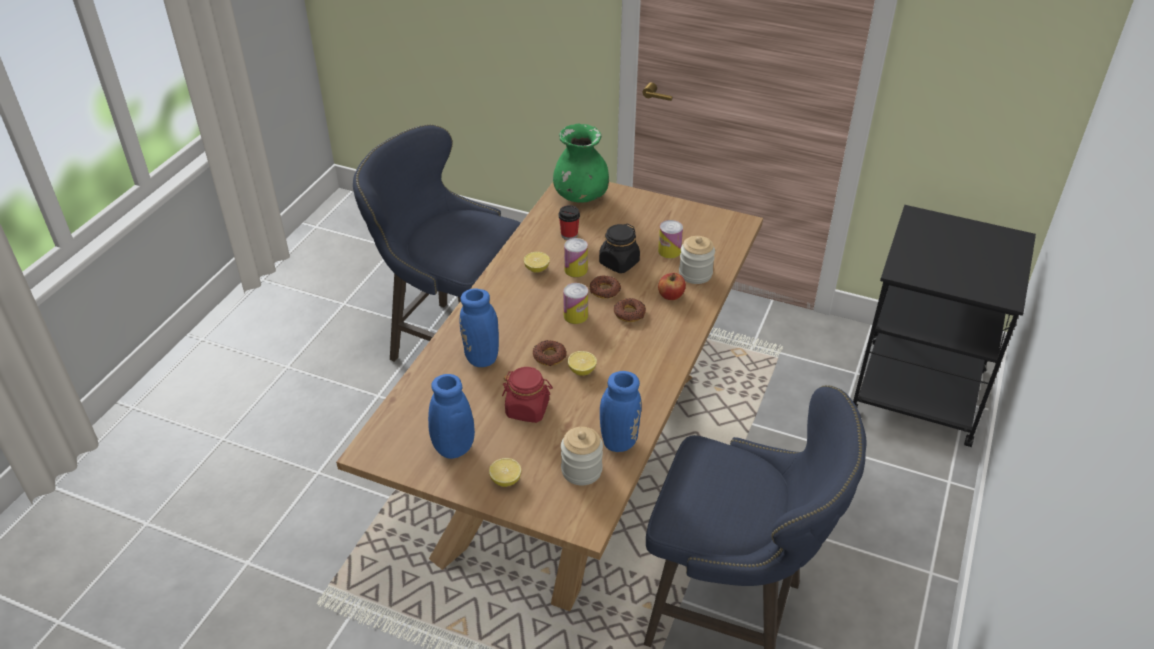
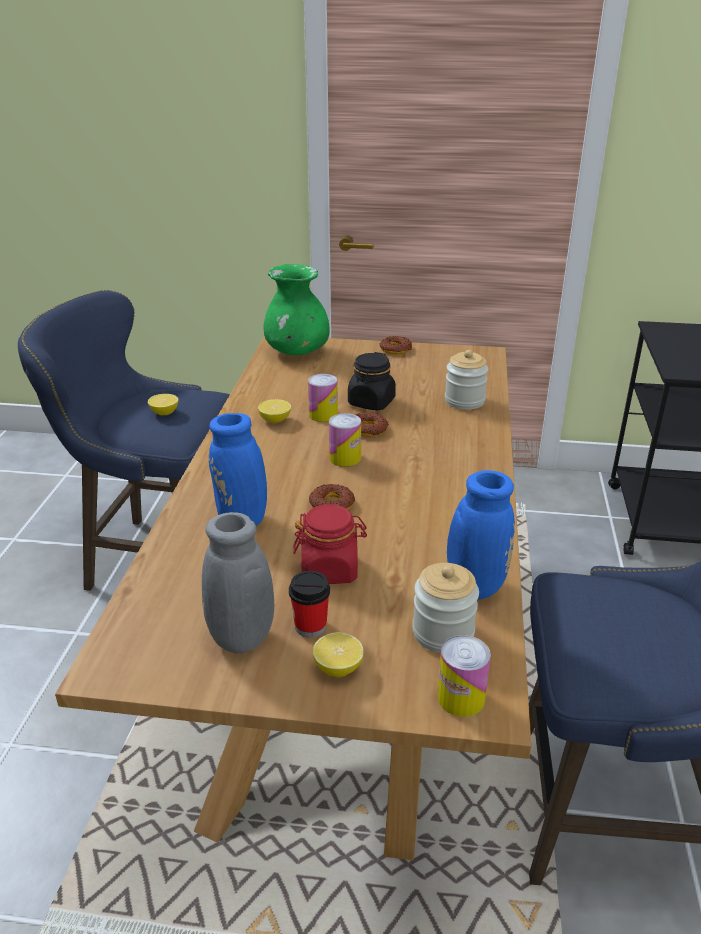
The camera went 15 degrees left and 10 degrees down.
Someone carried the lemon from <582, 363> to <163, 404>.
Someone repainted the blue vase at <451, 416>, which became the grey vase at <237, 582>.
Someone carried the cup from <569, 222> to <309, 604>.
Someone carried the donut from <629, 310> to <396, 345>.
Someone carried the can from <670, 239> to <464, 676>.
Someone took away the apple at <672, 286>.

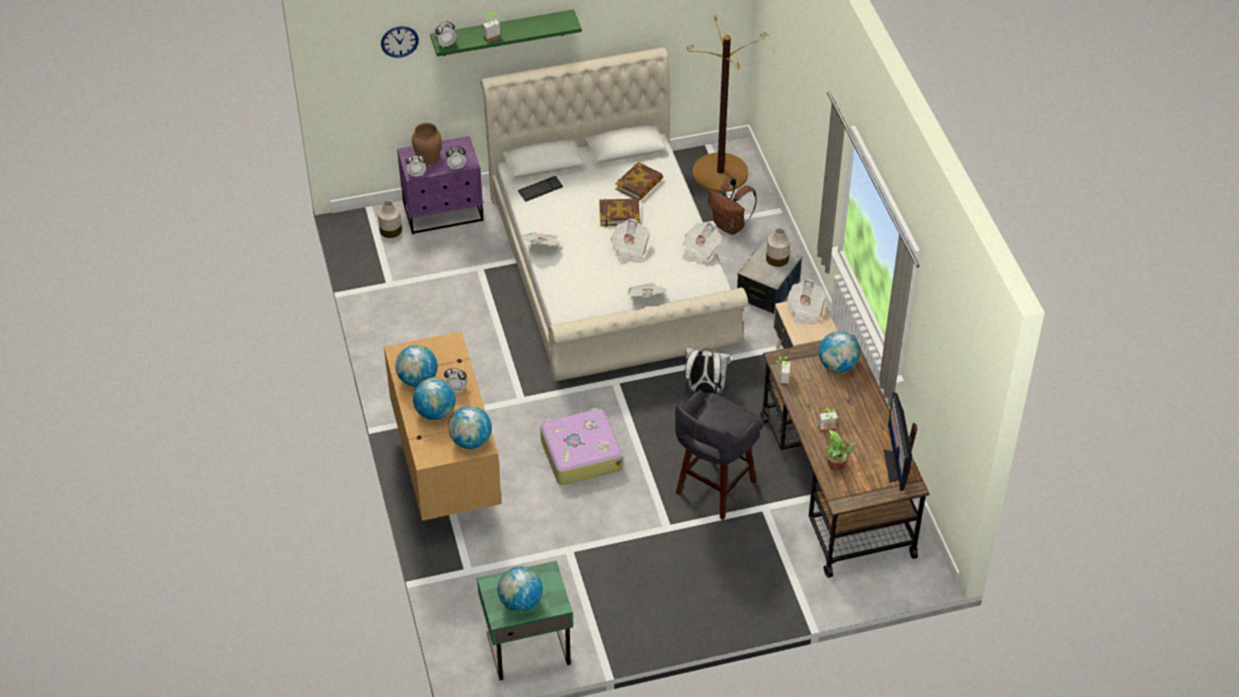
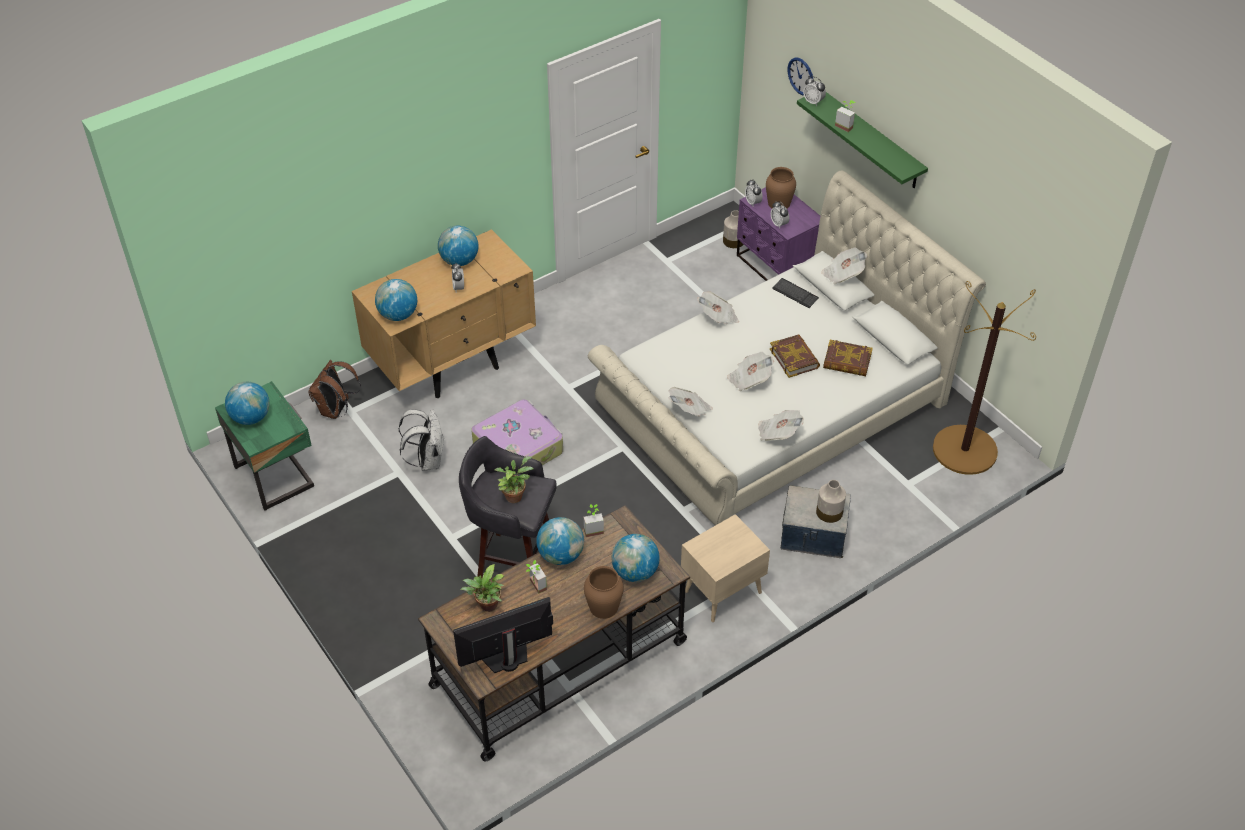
The camera went 70 degrees right and 0 degrees up.
Someone carried the brown backpack from <732, 205> to <334, 389>.
Someone carried the white backpack from <708, 371> to <421, 440>.
Someone put down the potted plant at <514, 479>.
Someone carried the globe from <434, 398> to <560, 541>.
Someone put down the brown vase at <603, 592>.
Someone carried the newspaper from <806, 302> to <845, 266>.

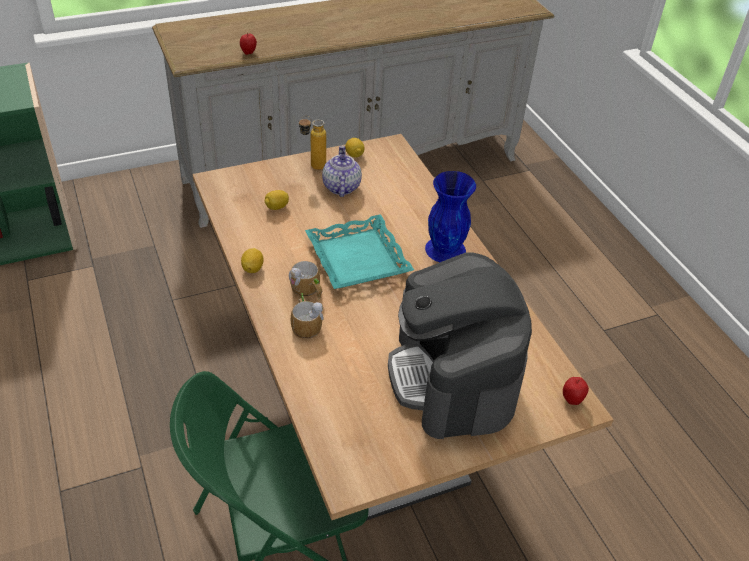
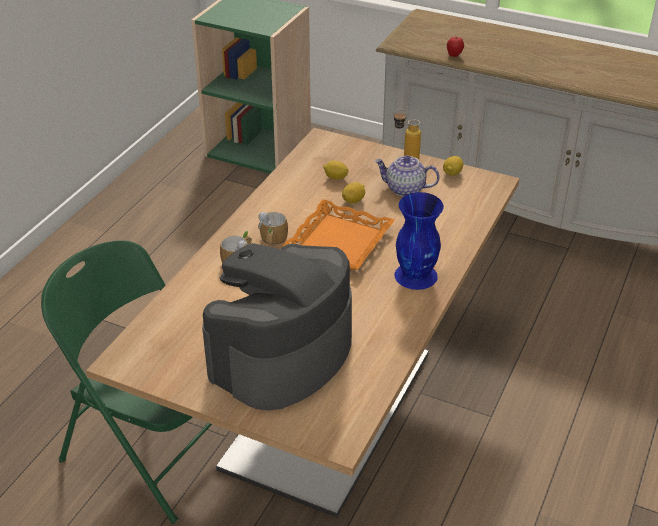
The camera went 50 degrees right and 5 degrees down.
Someone repainted the turquoise tray at <359, 251>, which became the orange tray at <339, 234>.
Someone carried the lemon from <252, 260> to <353, 193>.
Someone rotated the teapot at <342, 171> by 120 degrees counterclockwise.
Someone took away the apple at <576, 391>.

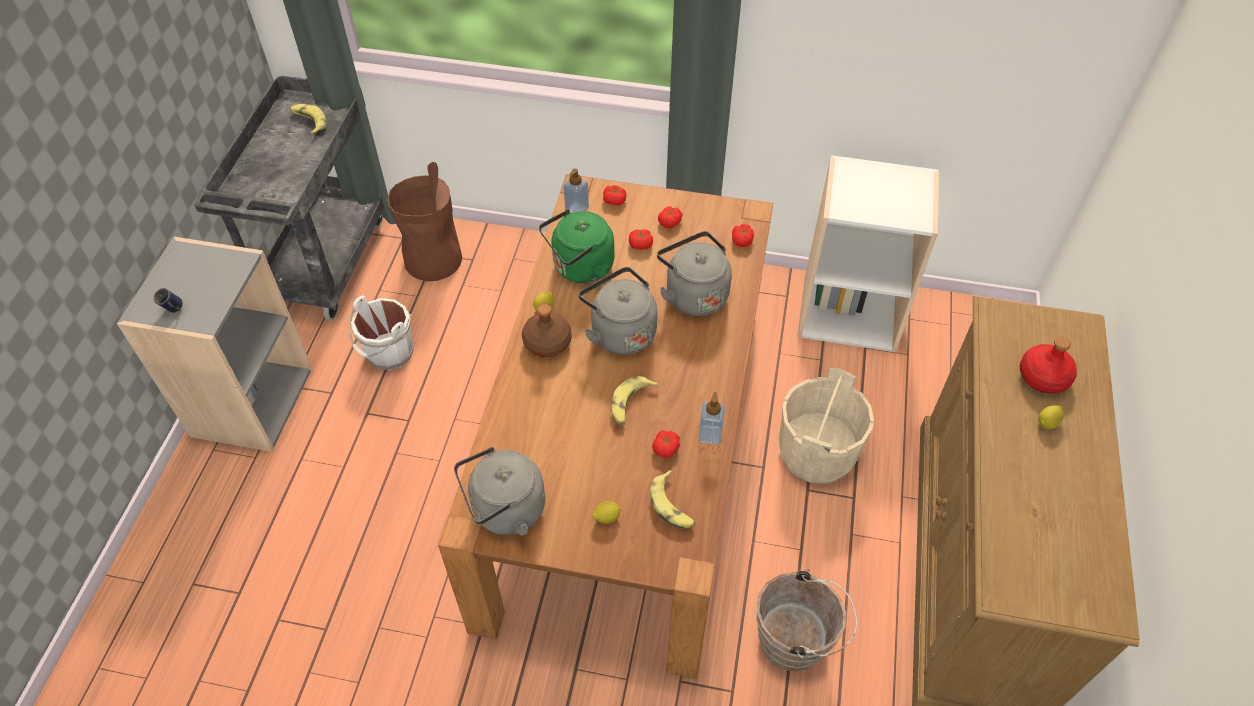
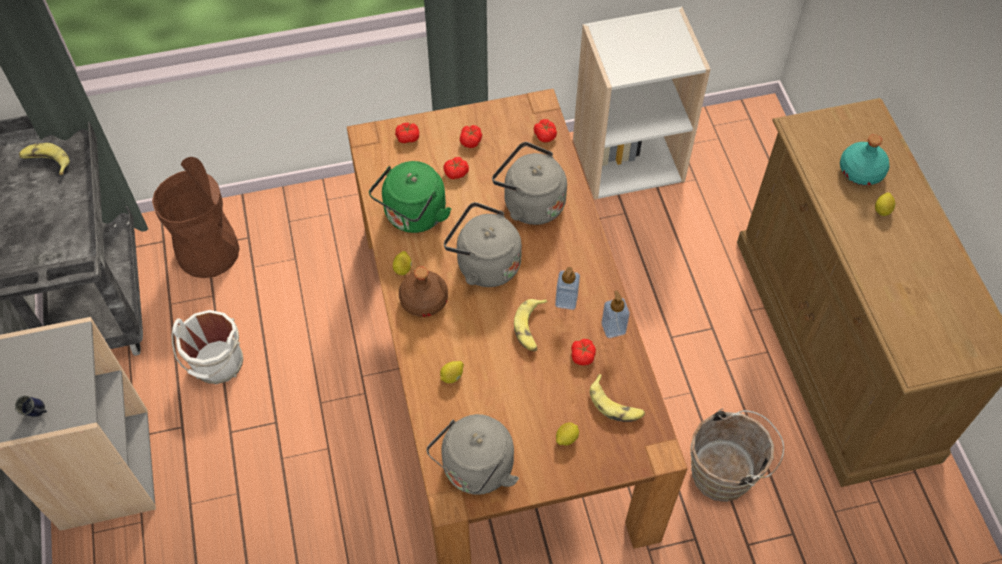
The camera went 25 degrees left and 5 degrees up.
Someone put down the lemon at <452, 372>.
Someone carried the soap dispenser from <576, 191> to <567, 288>.
Someone repainted the red bottle at <1048, 365>, which became the turquoise bottle at <865, 160>.
Someone took away the beige bucket at <826, 426>.

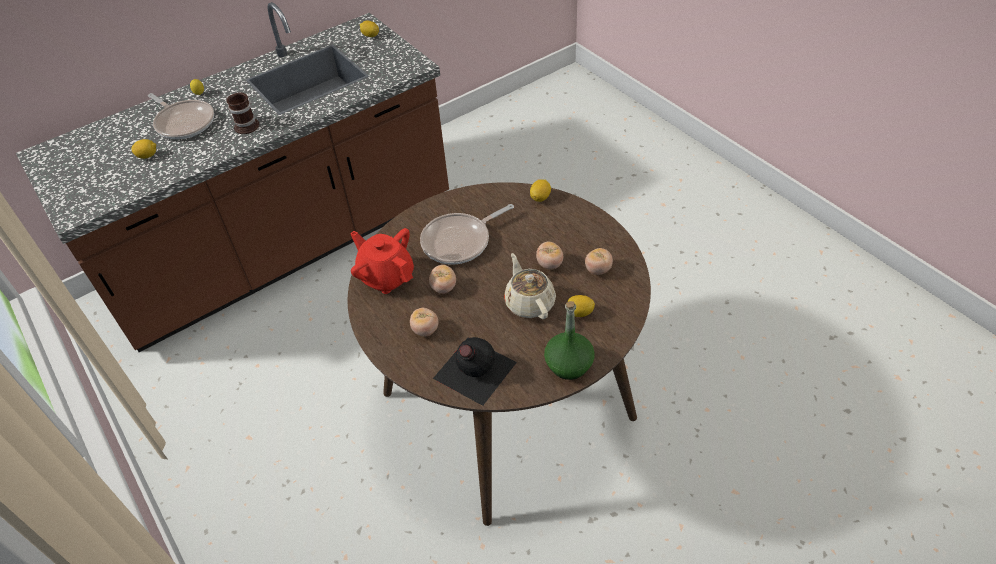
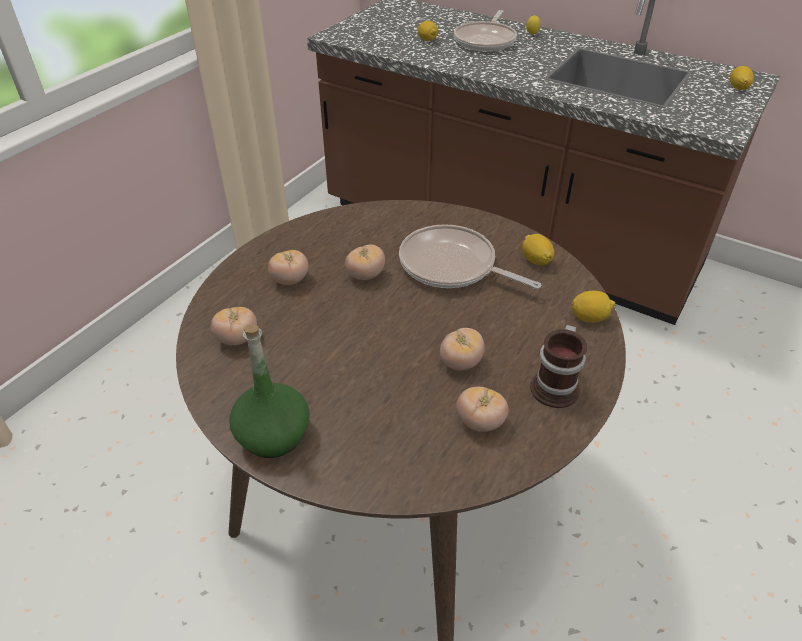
The camera went 65 degrees right and 5 degrees down.
Someone swapped the black bottle at <475, 371> for the tomato at <234, 326>.
Someone carried the lemon from <580, 306> to <538, 249>.
Someone carried the mug from <242, 113> to <558, 366>.
Someone took away the red teapot at <382, 261>.
Someone took away the beige teapot at <530, 286>.

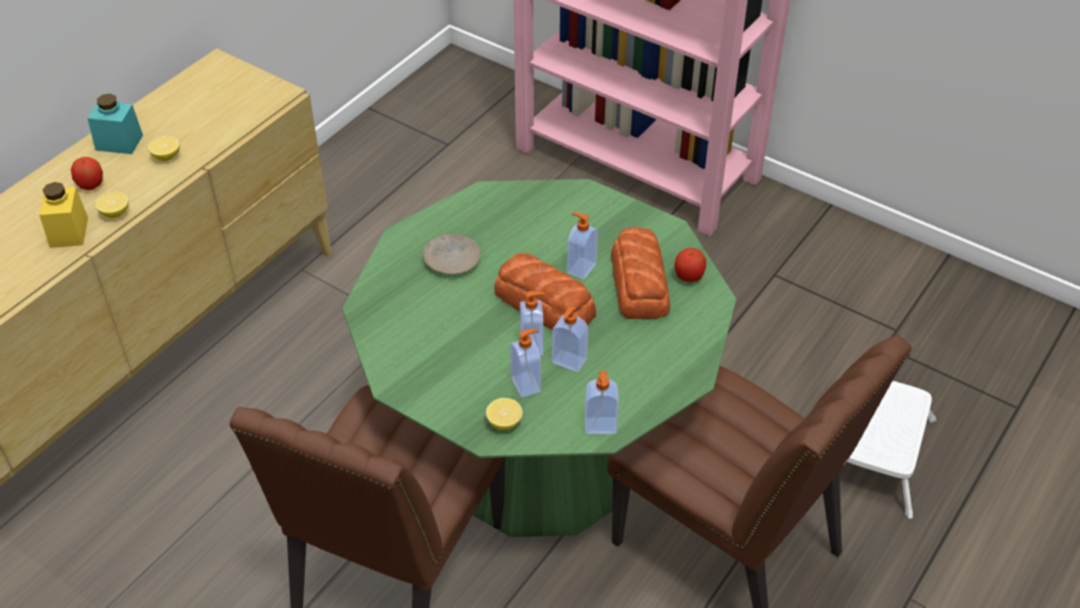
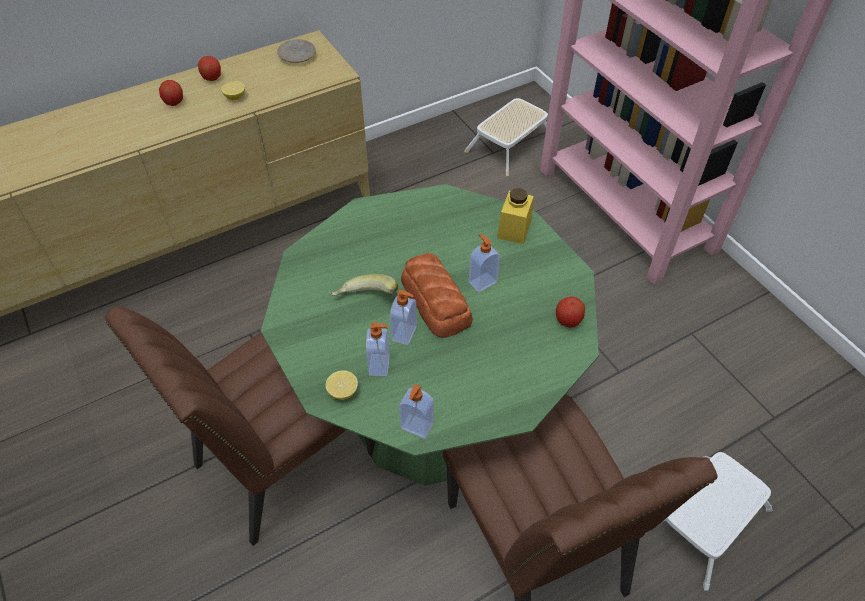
The camera went 25 degrees right and 5 degrees up.
Someone swapped the turquoise jar at <115, 124> for the apple at <209, 68>.
Someone carried the beige plate from <452, 254> to <296, 51>.
Someone put down the banana at <365, 285>.
Someone put down the beige step ladder at <506, 137>.
Someone carried the yellow jar from <63, 215> to <515, 216>.
Someone took away the lemon at <112, 204>.
Someone took away the soap dispenser at <570, 339>.
Someone took away the bread at <640, 273>.

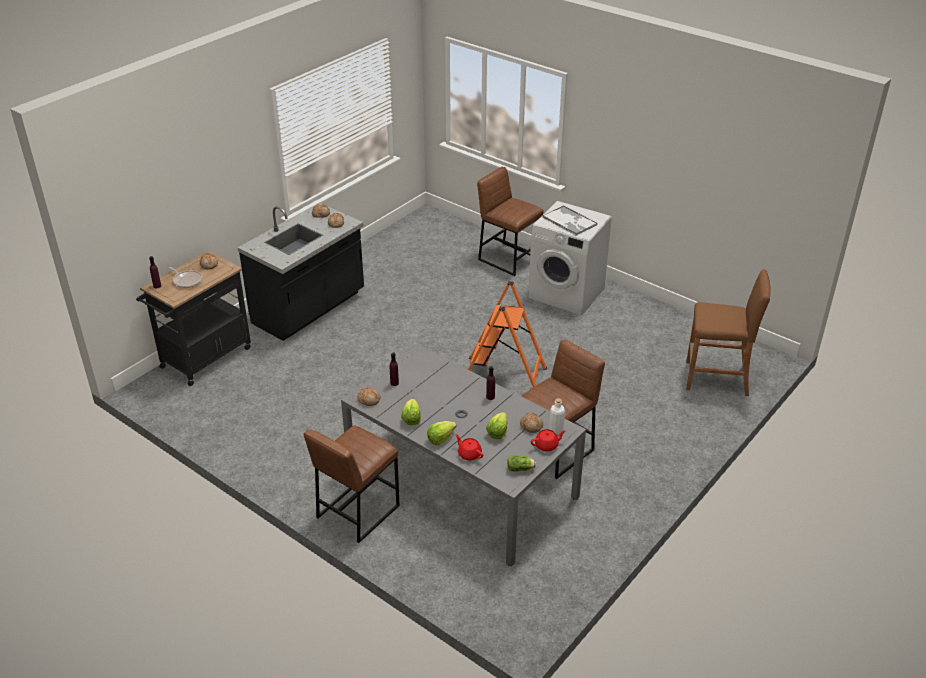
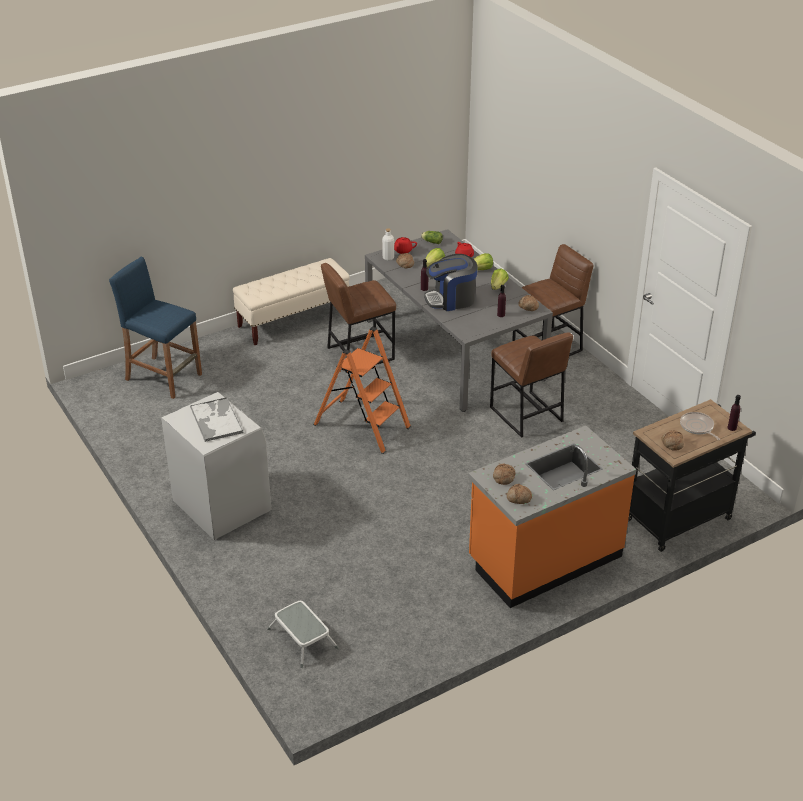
The camera went 160 degrees left and 0 degrees up.
Someone repainted the brown stool at <728, 332>, which became the blue stool at <155, 328>.
Someone put down the beige bench at <291, 301>.
Someone put down the grey step ladder at <303, 634>.
Someone put down the coffee machine at <451, 282>.
Someone repainted the black counter at <301, 272>, which became the orange counter at <552, 516>.
Someone carried the brown chair from <510, 221> to <531, 385>.

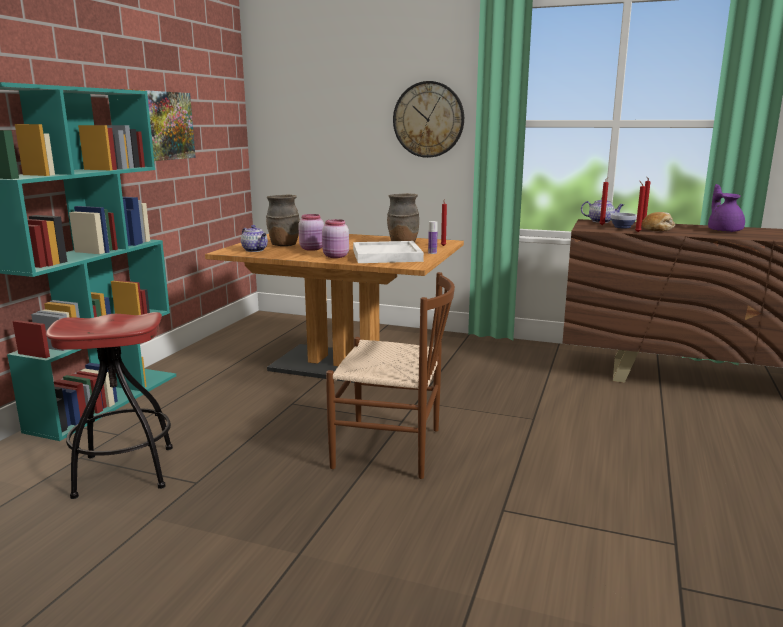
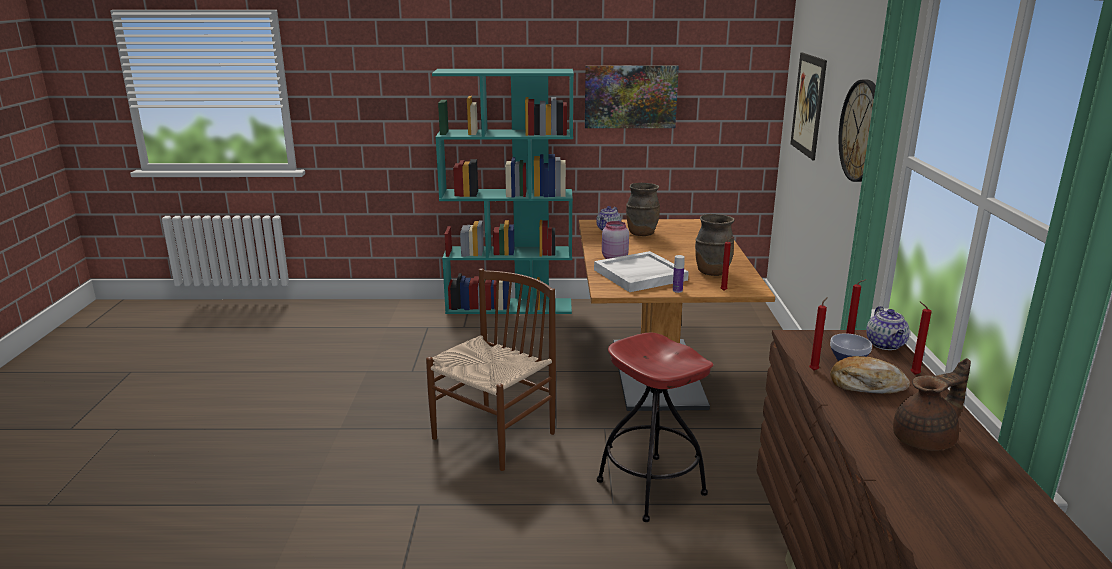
The camera went 70 degrees right and 5 degrees up.
Someone rotated the brown chair at <390, 375> by 135 degrees counterclockwise.
Someone carried the red stool from <109, 405> to <655, 427>.
Someone put up the picture at <808, 106>.
Someone repainted the purple teapot at <726, 208>, which became the brown teapot at <932, 404>.
Someone took away the pink jar at <311, 232>.

